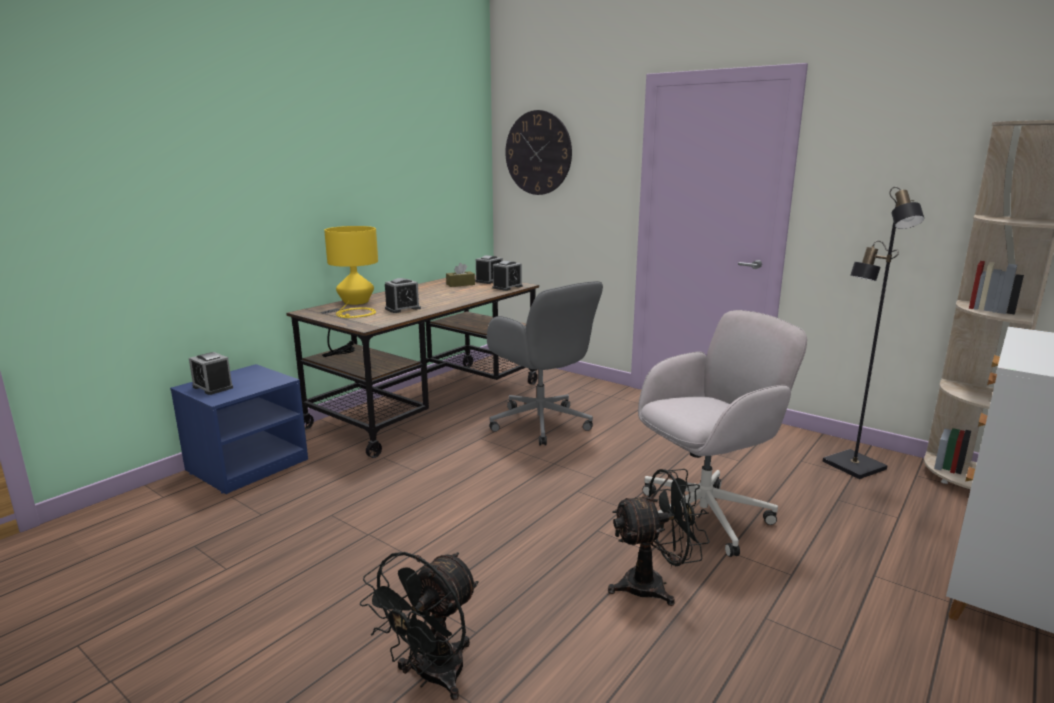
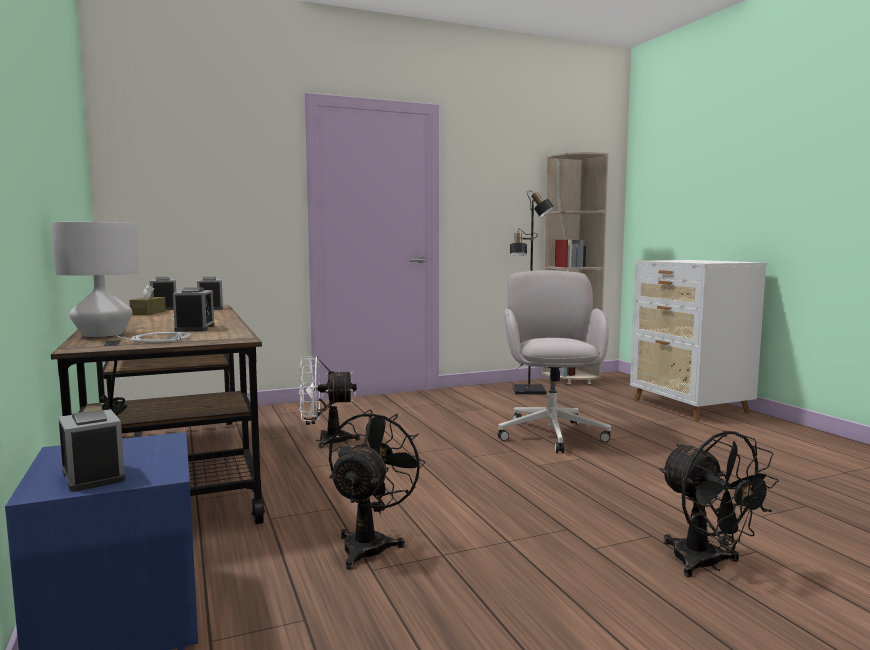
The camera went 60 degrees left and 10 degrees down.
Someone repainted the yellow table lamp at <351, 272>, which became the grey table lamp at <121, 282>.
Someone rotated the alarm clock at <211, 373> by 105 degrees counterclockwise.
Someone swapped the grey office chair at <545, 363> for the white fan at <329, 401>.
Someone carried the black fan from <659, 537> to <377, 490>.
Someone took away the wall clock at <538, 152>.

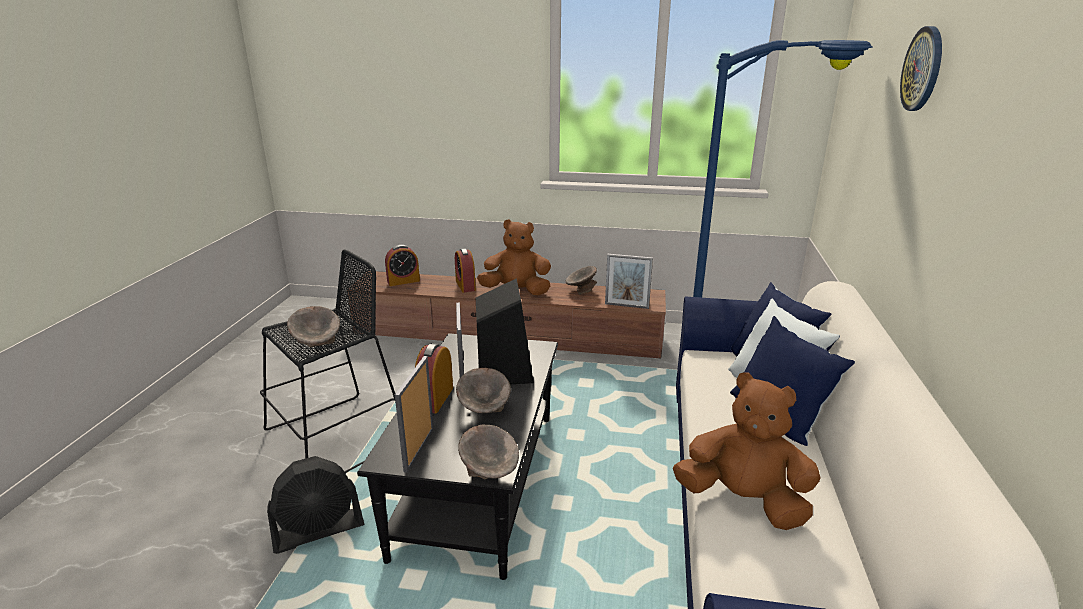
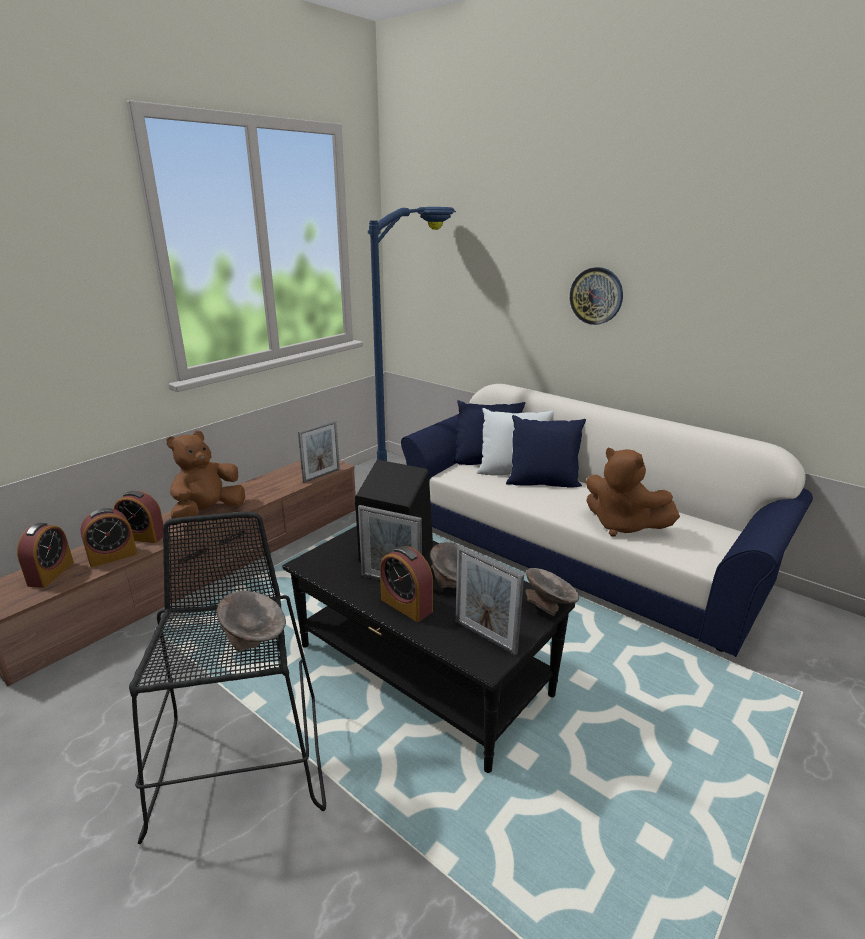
The camera went 60 degrees left and 0 degrees up.
Someone put down the alarm clock at <108, 538>.
Someone carried the wall clock from <921, 68> to <596, 296>.
Someone rotated the brown plush toy at <747, 451> by 105 degrees counterclockwise.
Someone took away the black fan at <315, 505>.
Someone took away the grey bowl at <581, 280>.

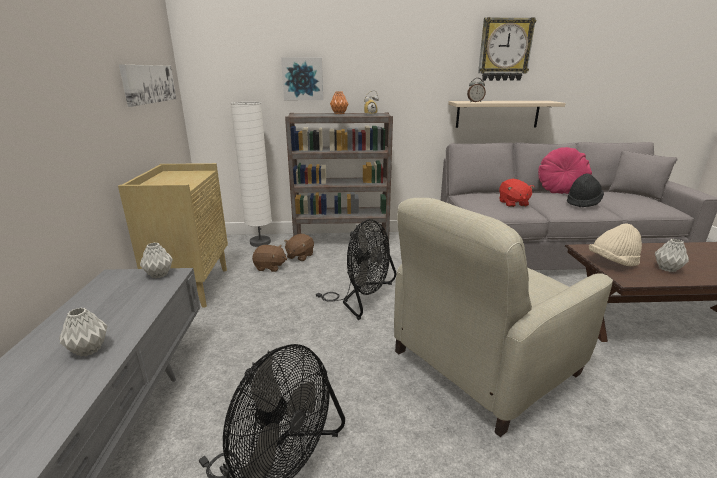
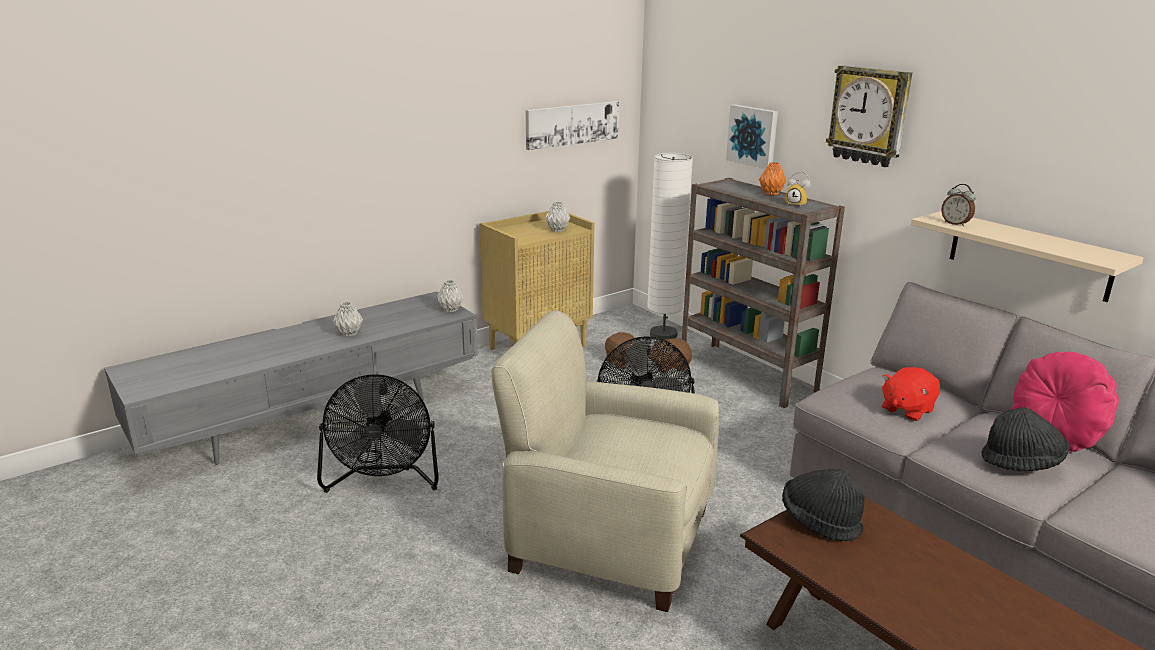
The camera went 55 degrees right and 0 degrees up.
Someone carried the grey vase from <672, 255> to <557, 217>.
Someone repainted the beige hat at <615, 245>, which became the black hat at <823, 505>.
Someone carried the wall clock from <507, 49> to <869, 116>.

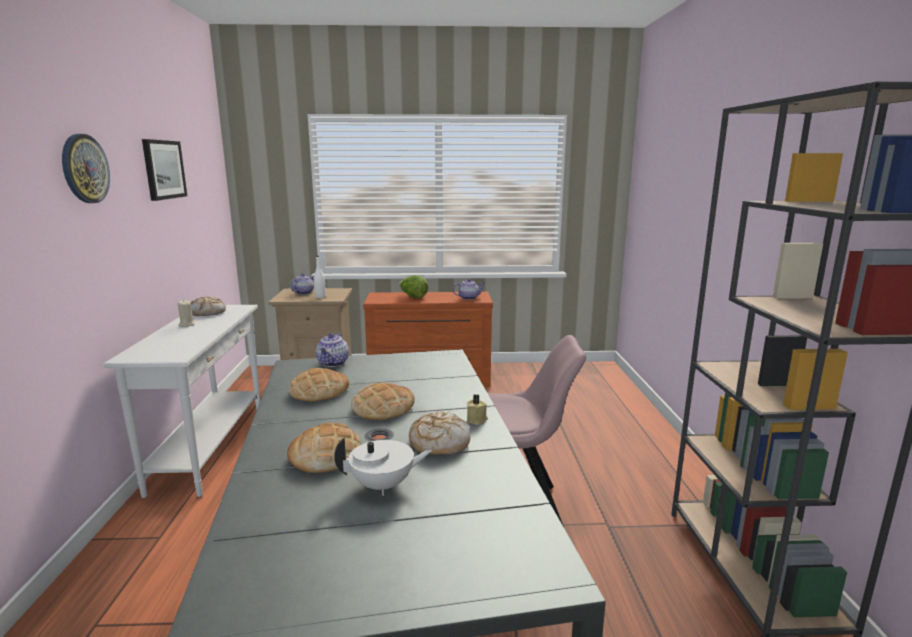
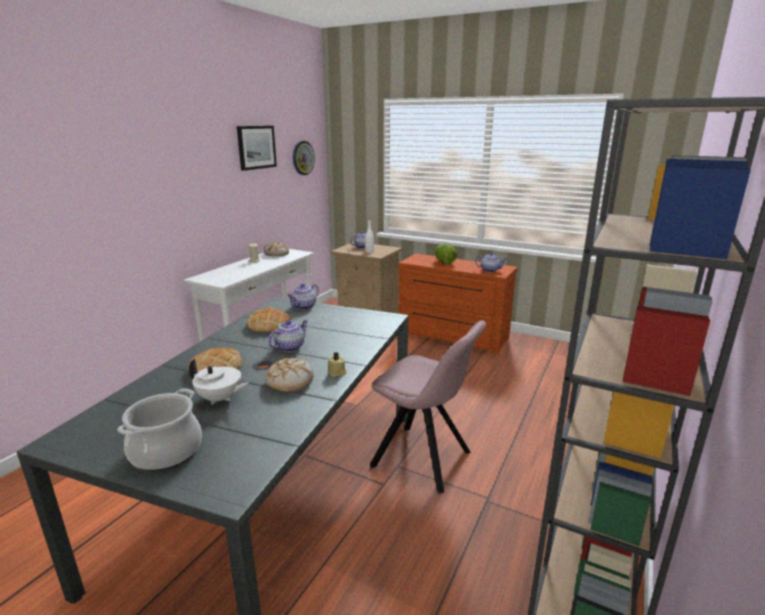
The camera went 30 degrees right and 5 degrees up.
Someone put down the cooking pot at <159, 430>.
Someone swapped the bread at <382, 401> for the teapot at <288, 336>.
Someone carried the wall clock from <86, 168> to <304, 158>.

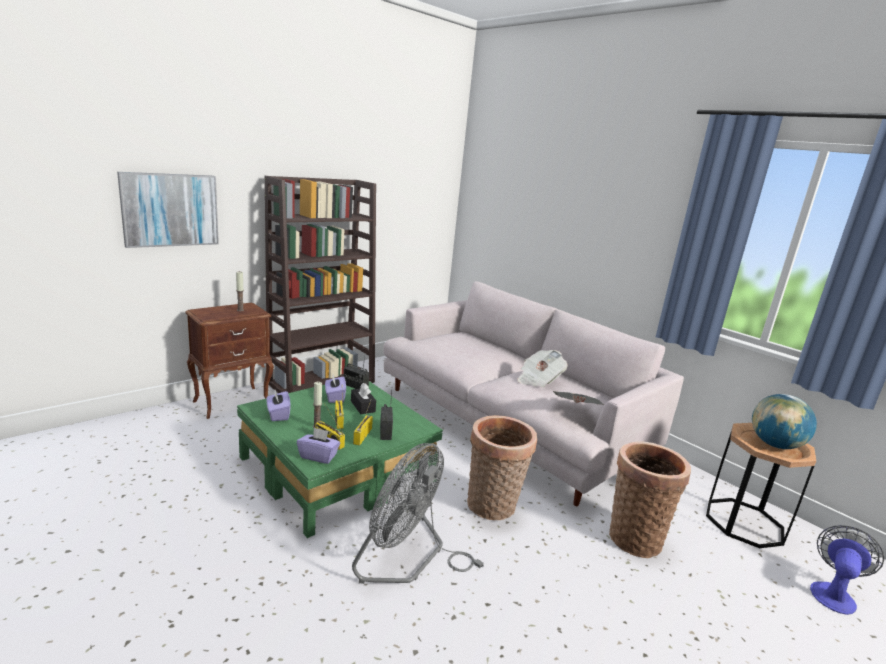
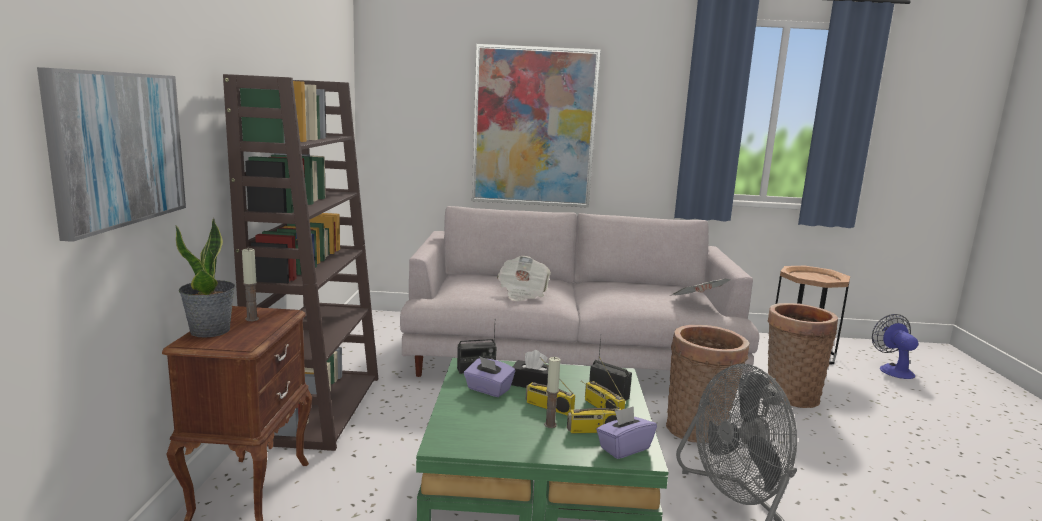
The camera went 45 degrees left and 5 degrees down.
Someone put down the potted plant at <205, 278>.
Someone put up the picture at <536, 126>.
Someone carried the newspaper from <542, 369> to <524, 278>.
Someone took away the purple tissue box at <279, 405>.
Someone took away the globe at <784, 421>.

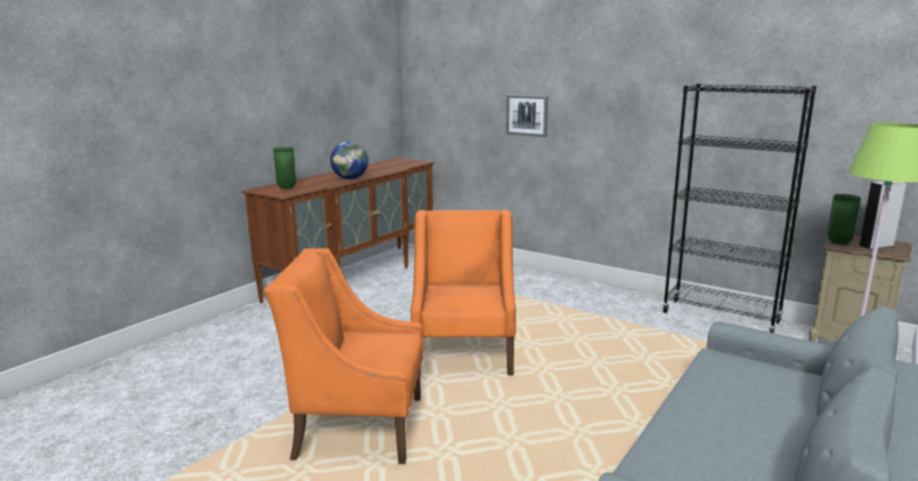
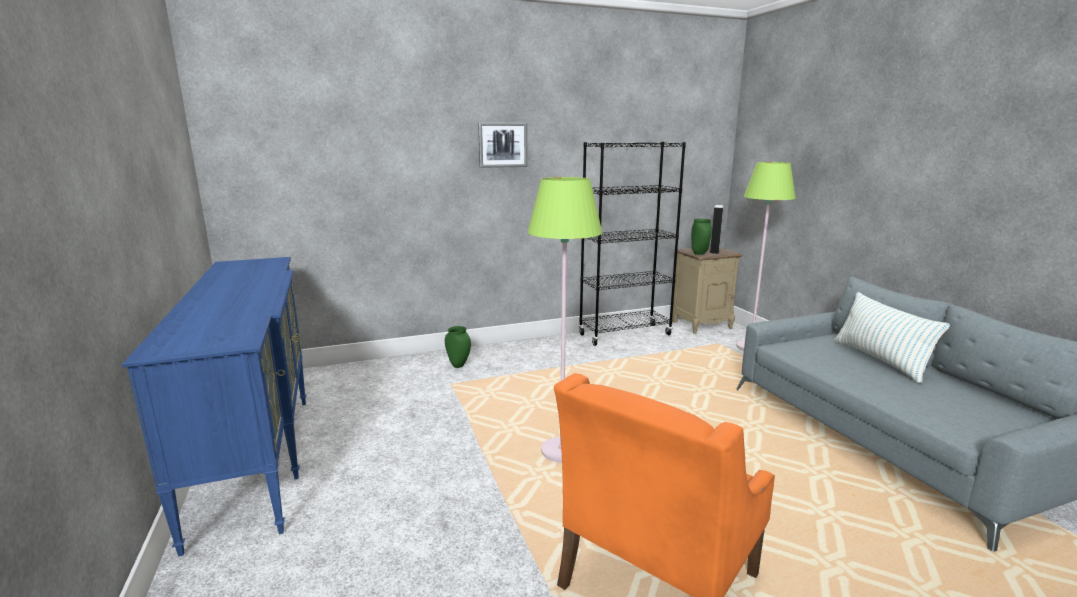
The camera went 55 degrees left and 0 degrees up.
Someone repainted the brown cabinet at <338, 230>, which became the blue cabinet at <214, 407>.
Someone carried the green vase from <284, 168> to <458, 347>.
Someone carried the picture from <527, 116> to <502, 145>.
Someone swapped the orange armchair at <463, 292> for the green floor lamp at <565, 320>.
Someone put down the pillow at <892, 337>.
Someone took away the globe at <349, 160>.

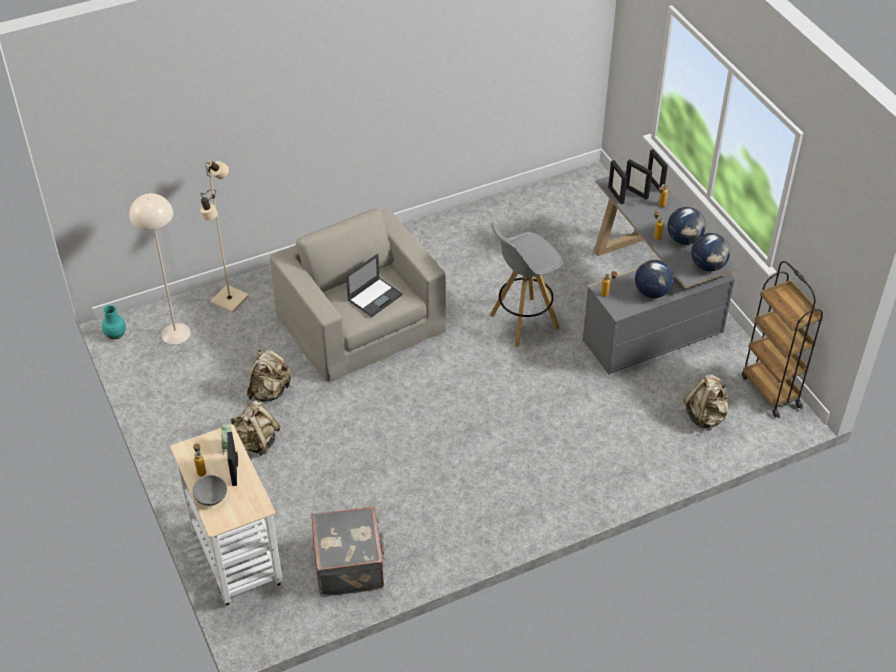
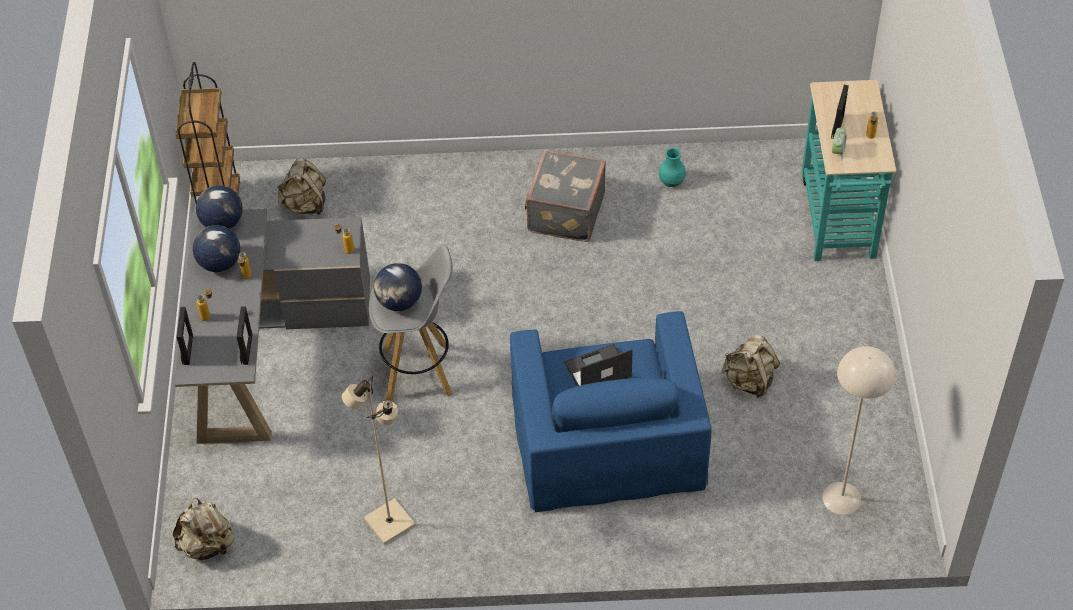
The camera went 155 degrees left and 5 degrees up.
Someone carried the beige backpack from <255, 428> to <204, 528>.
Someone carried the beige floor lamp from <224, 236> to <378, 461>.
Someone carried the globe from <654, 279> to <398, 287>.
Someone repainted the beige armchair at <358, 295>, which became the blue armchair at <611, 411>.
Someone carried the grey suitcase from <348, 551> to <565, 195>.
Someone carried the turquoise vase from <114, 322> to <672, 167>.
Someone repainted the white cart at <226, 514>, which became the turquoise cart at <849, 170>.
Someone took away the grey bowl at <210, 490>.
Someone took away the picture frame at <639, 179>.

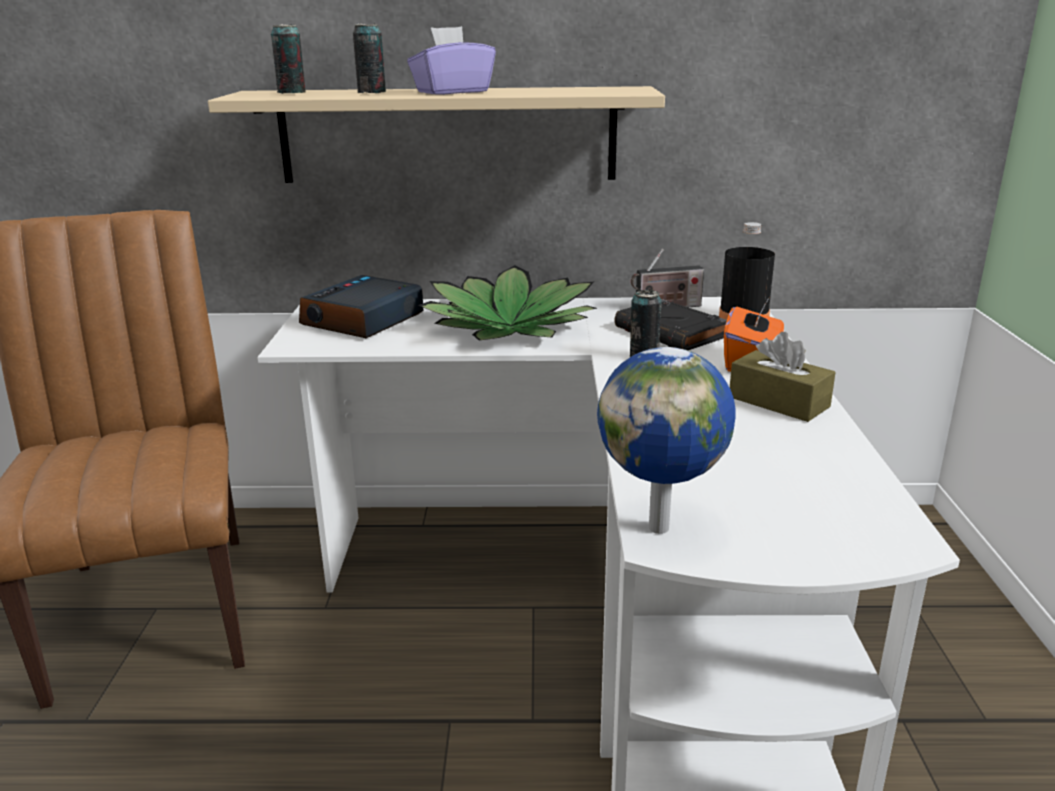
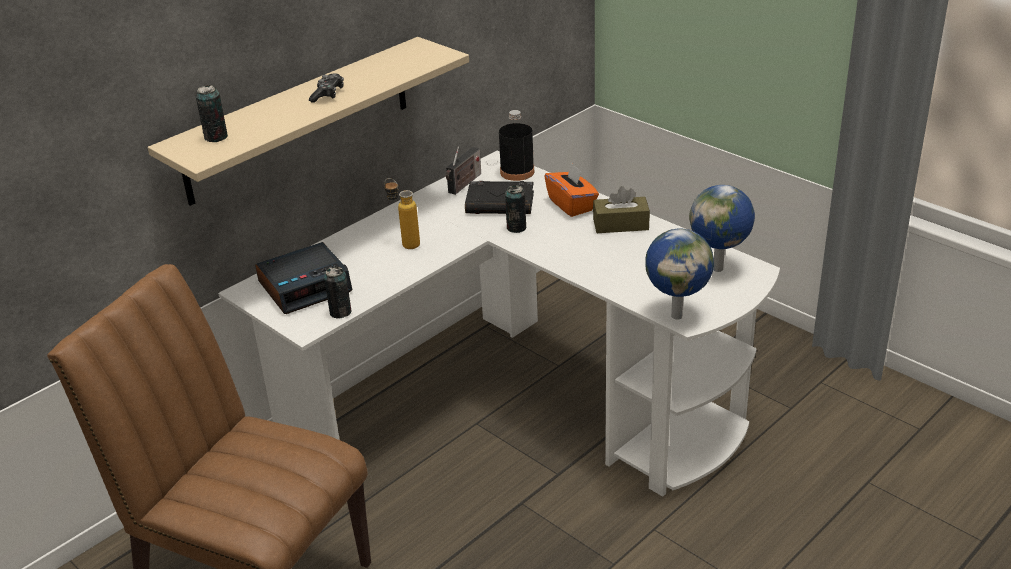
The camera went 45 degrees left and 10 degrees up.
Someone rotated the alarm clock at <361, 306> by 105 degrees counterclockwise.
Someone swapped the purple tissue box at <451, 60> for the game controller at <326, 88>.
Someone carried the can from <369, 58> to <337, 293>.
Someone swapped the potted plant at <507, 303> for the bottle at <402, 213>.
Someone put down the globe at <722, 228>.

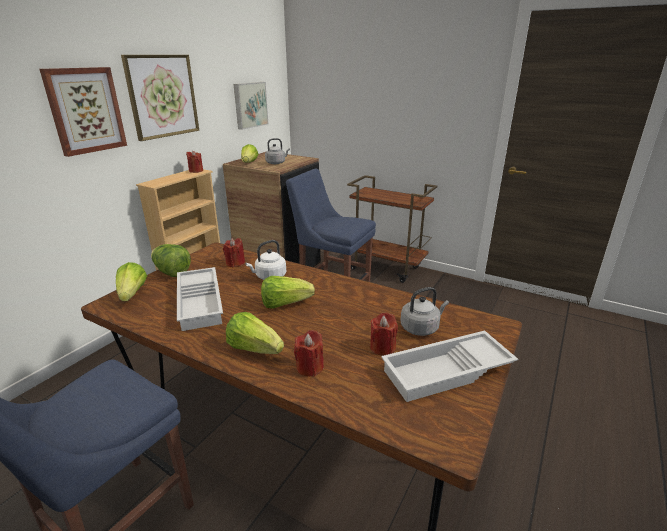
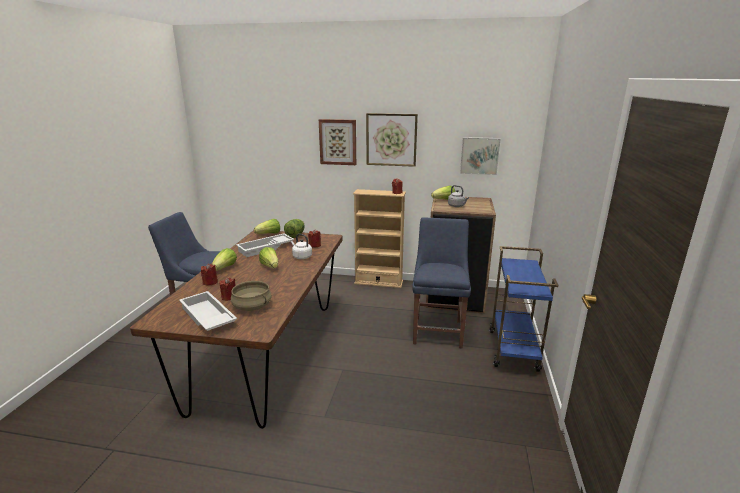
The camera went 70 degrees right and 5 degrees down.
Someone swapped the grey kettle at <424, 311> for the beige cooking pot at <251, 296>.
Someone repainted the brown cart at <392, 229>, which became the blue cart at <523, 309>.

